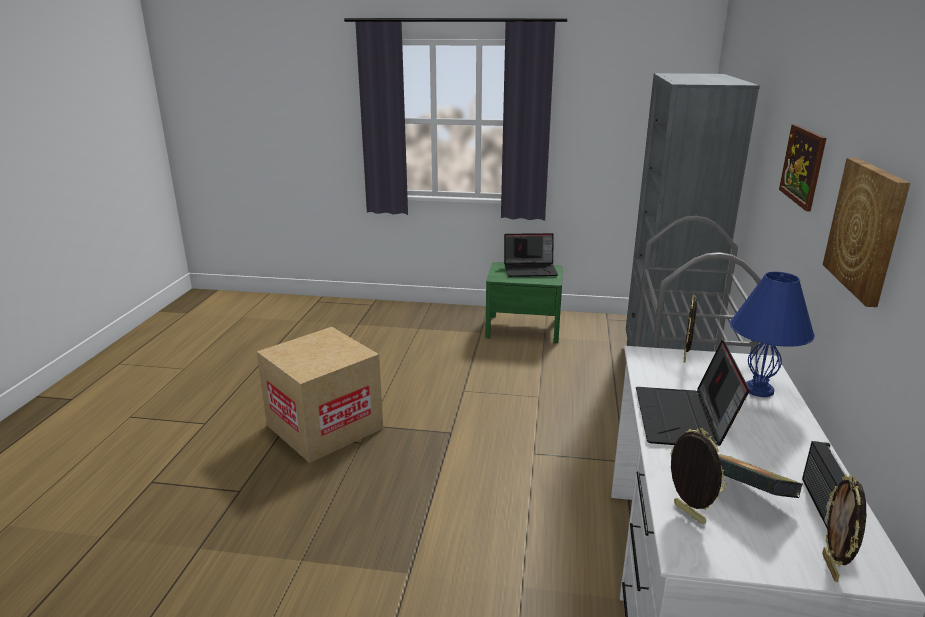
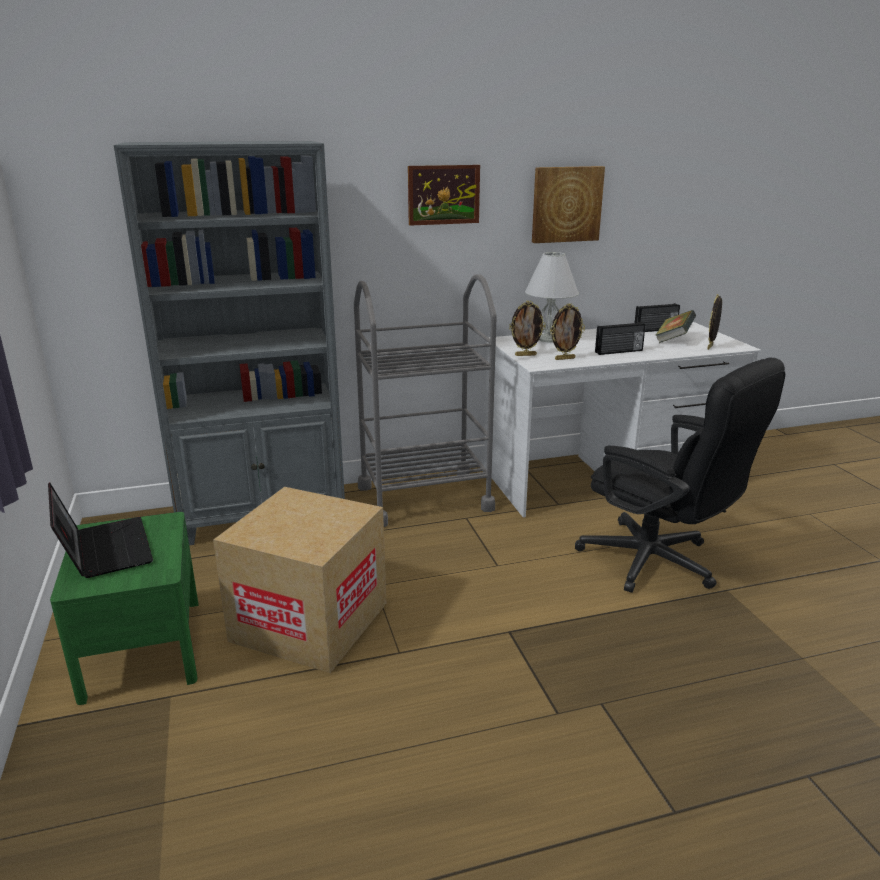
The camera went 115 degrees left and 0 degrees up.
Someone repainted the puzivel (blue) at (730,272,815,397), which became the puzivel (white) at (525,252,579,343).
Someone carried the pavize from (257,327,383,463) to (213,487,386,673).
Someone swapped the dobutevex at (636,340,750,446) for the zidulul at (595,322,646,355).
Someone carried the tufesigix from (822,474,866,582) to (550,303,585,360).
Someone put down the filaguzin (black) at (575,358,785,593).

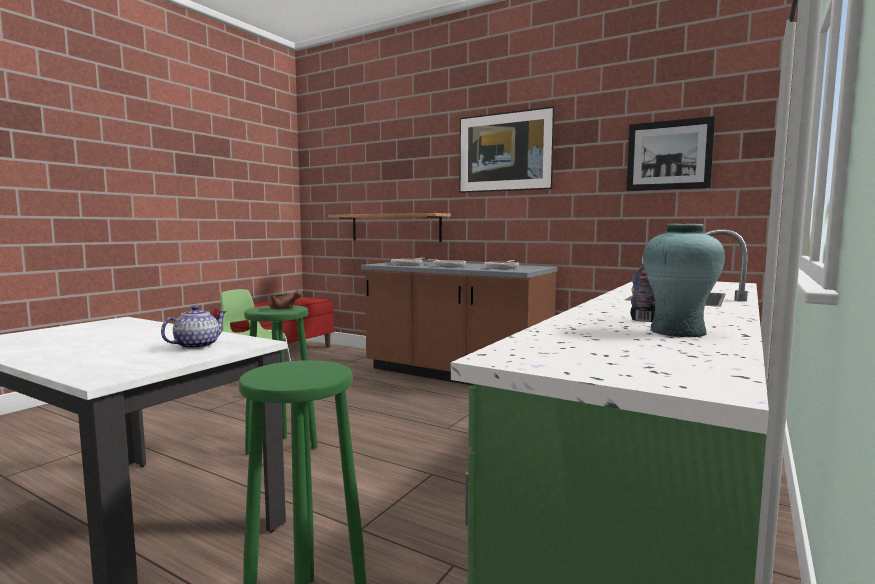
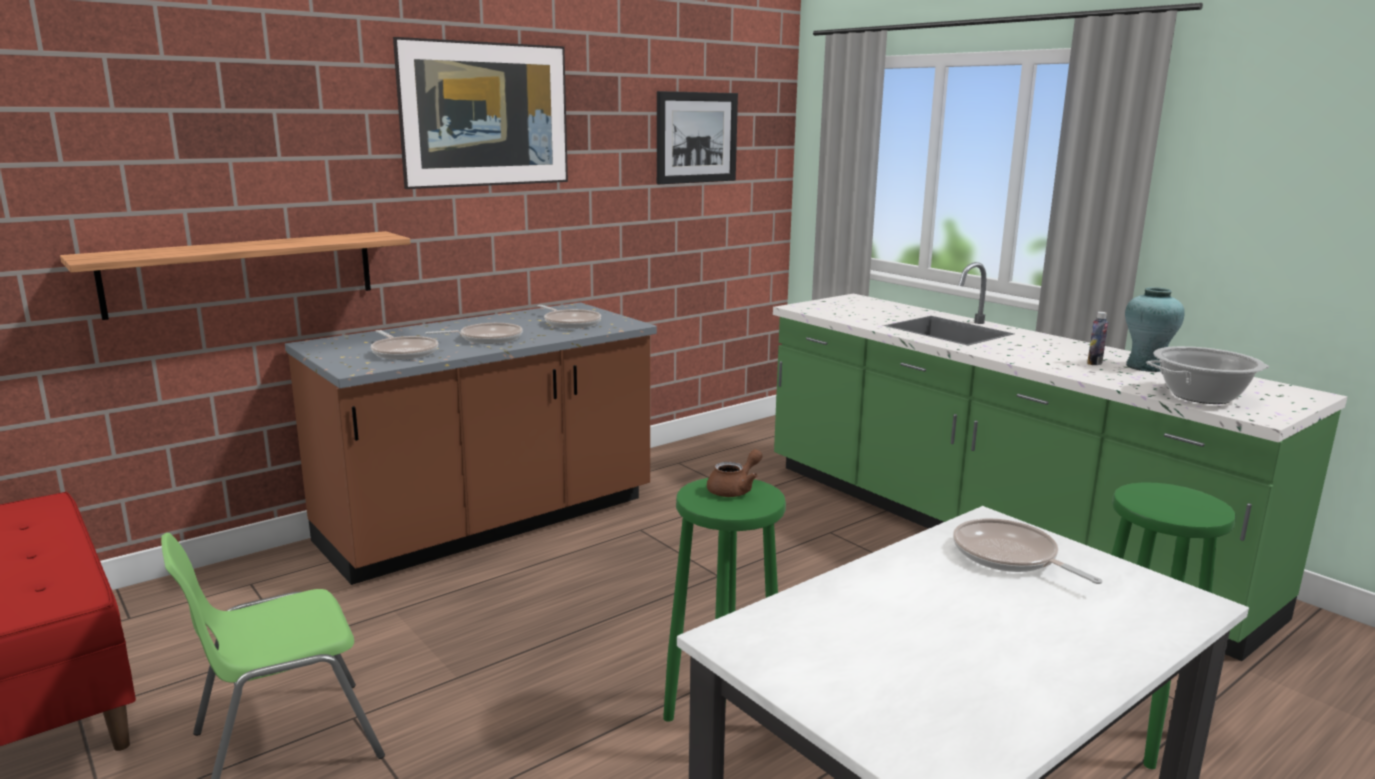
The camera went 70 degrees left and 10 degrees up.
Someone swapped the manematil at (161,305,227,349) for the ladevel at (953,518,1103,584).
Someone put down the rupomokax at (1146,346,1269,404).

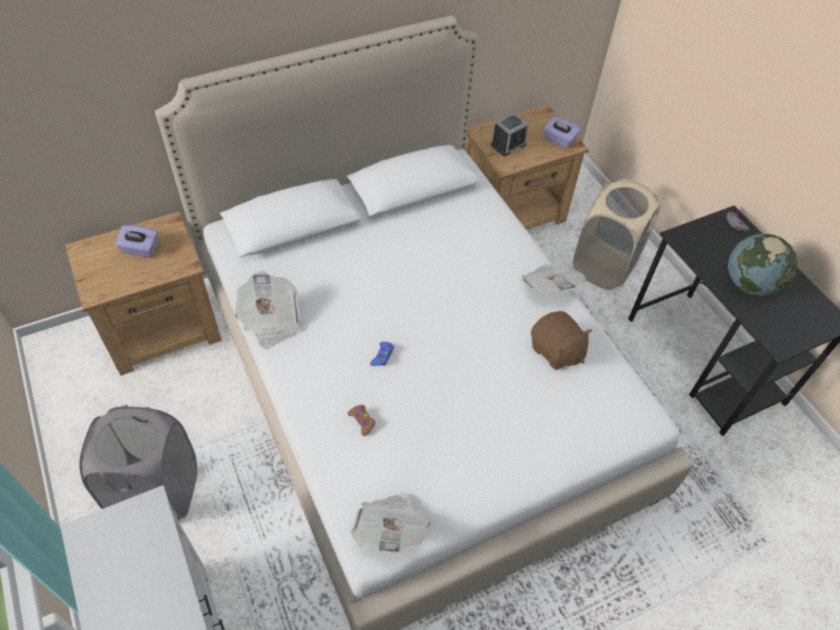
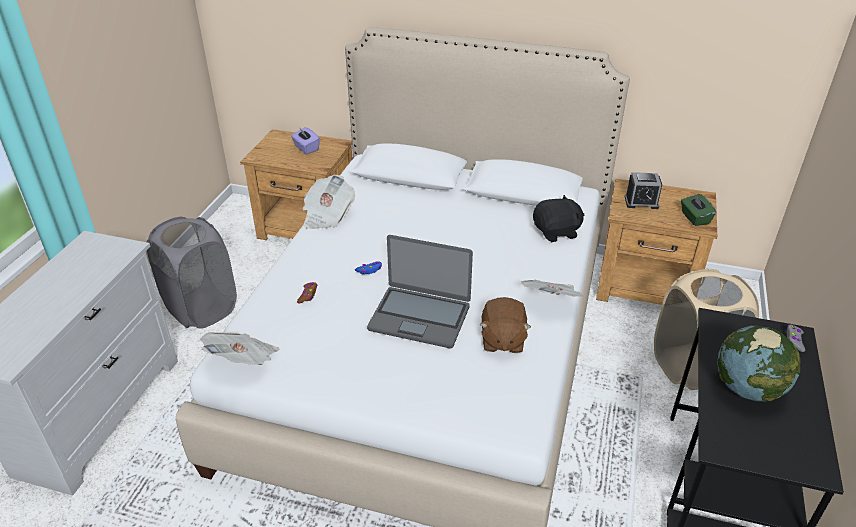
The camera went 45 degrees right and 15 degrees down.
Someone repainted the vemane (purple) at (543,116,580,148), which became the vemane (green) at (681,194,716,226).
Someone put down the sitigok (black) at (533,195,585,242).
Someone put down the dobutevex at (367,235,473,348).

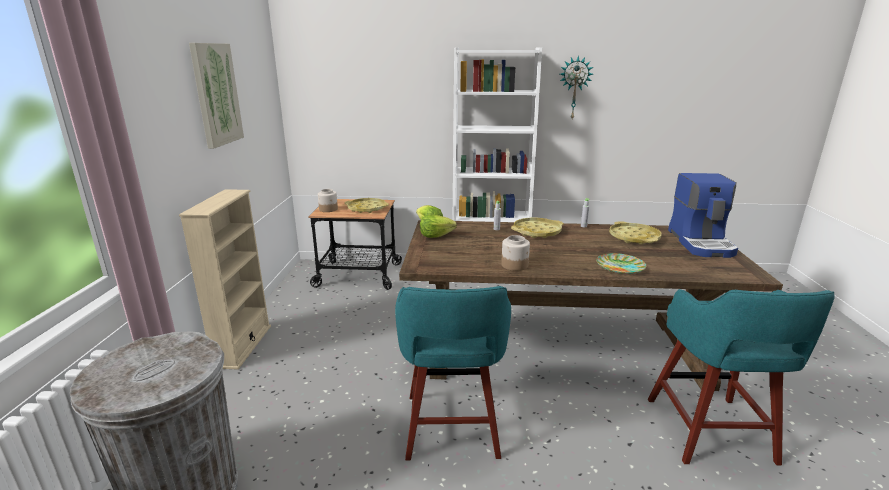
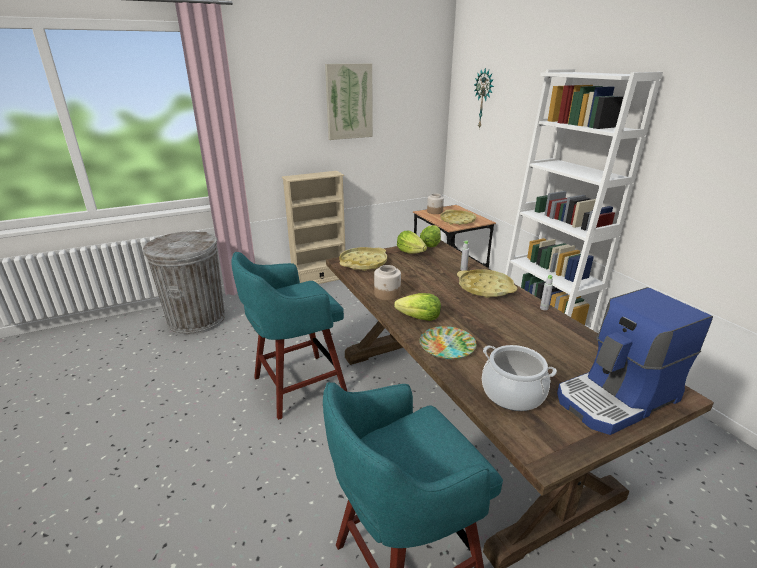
The camera went 60 degrees right and 5 degrees up.
Someone carried the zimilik from (560,55,593,119) to (474,68,494,129).
Someone carried the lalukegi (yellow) from (609,221,662,245) to (339,247,387,271).
Someone put down the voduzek at (394,293,441,321).
Someone put down the rupomokax at (482,345,557,411).

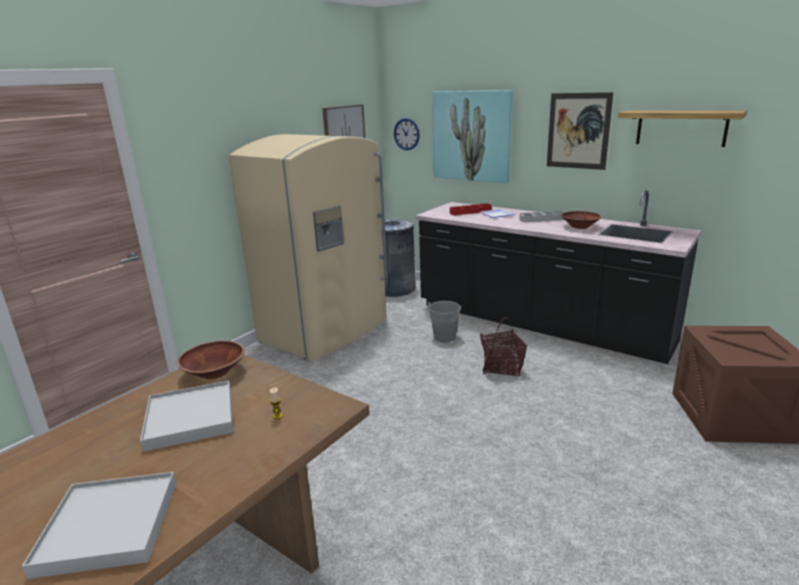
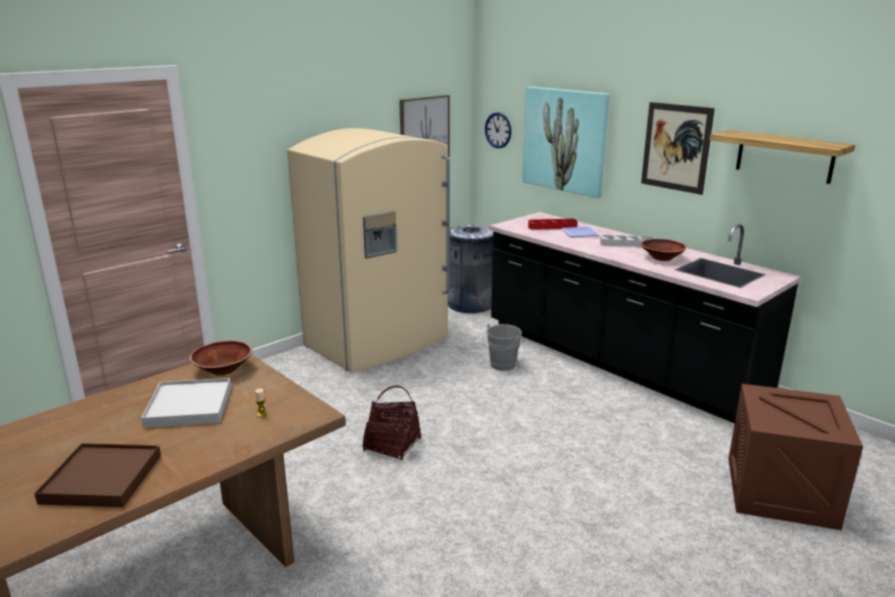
The camera went 10 degrees right and 0 degrees up.
Someone carried the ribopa from (480,317,527,377) to (363,385,421,460).
Someone repainted the lalukegi (white) at (22,472,176,579), which became the lalukegi (brown) at (34,443,161,507).

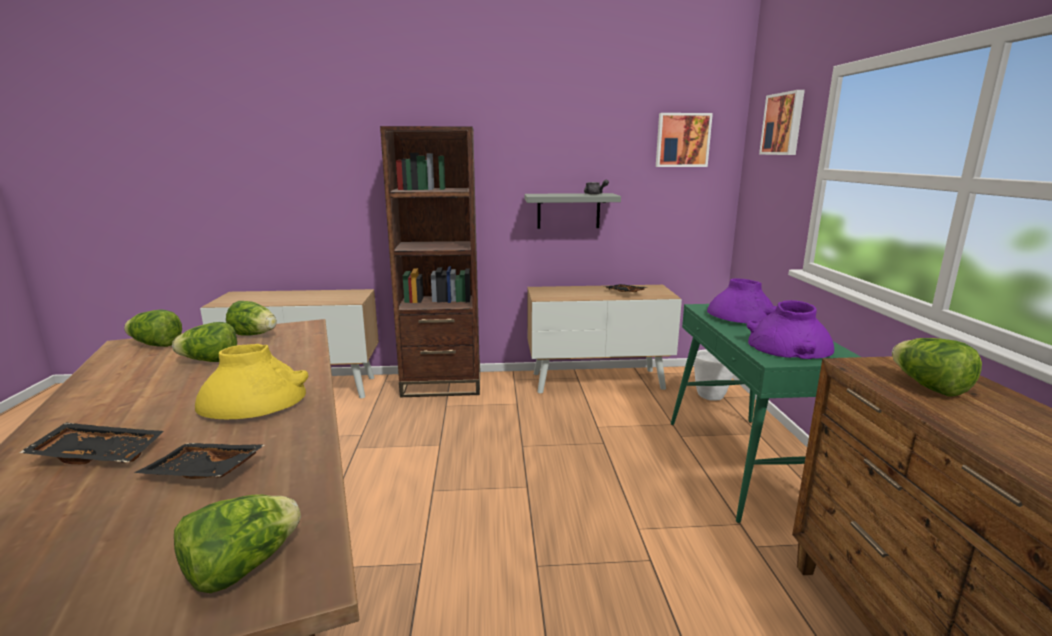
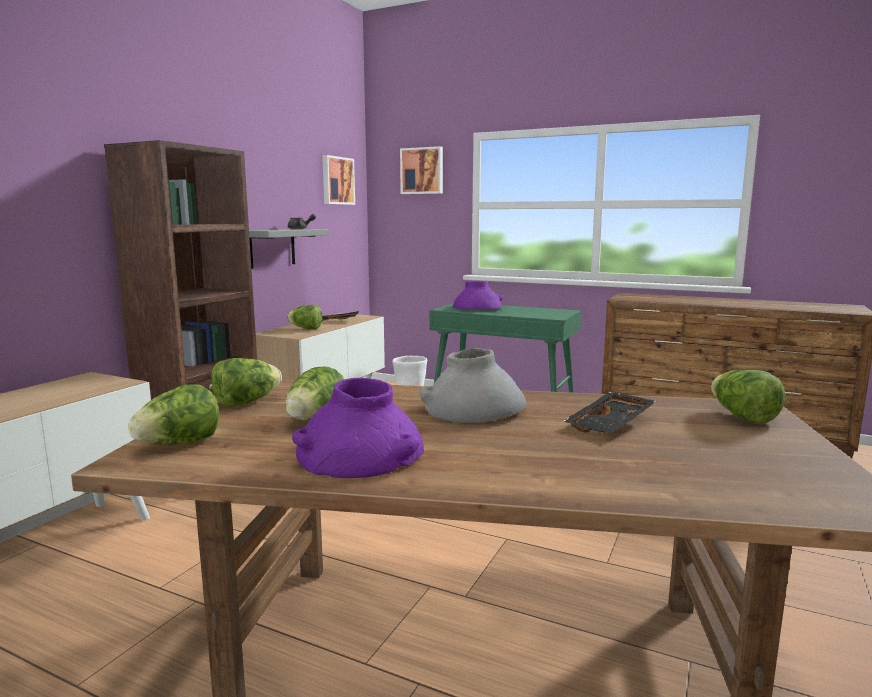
The camera went 60 degrees left and 5 degrees down.
Someone carried the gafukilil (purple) from (746,300,834,359) to (292,378,424,478).
Someone carried the voduzek from (892,338,982,397) to (287,305,322,329).
Someone repainted the gafukilil (yellow) at (195,344,308,419), which became the gafukilil (grey) at (419,348,527,423).
Someone took away the lalukegi (black) at (19,423,163,464).

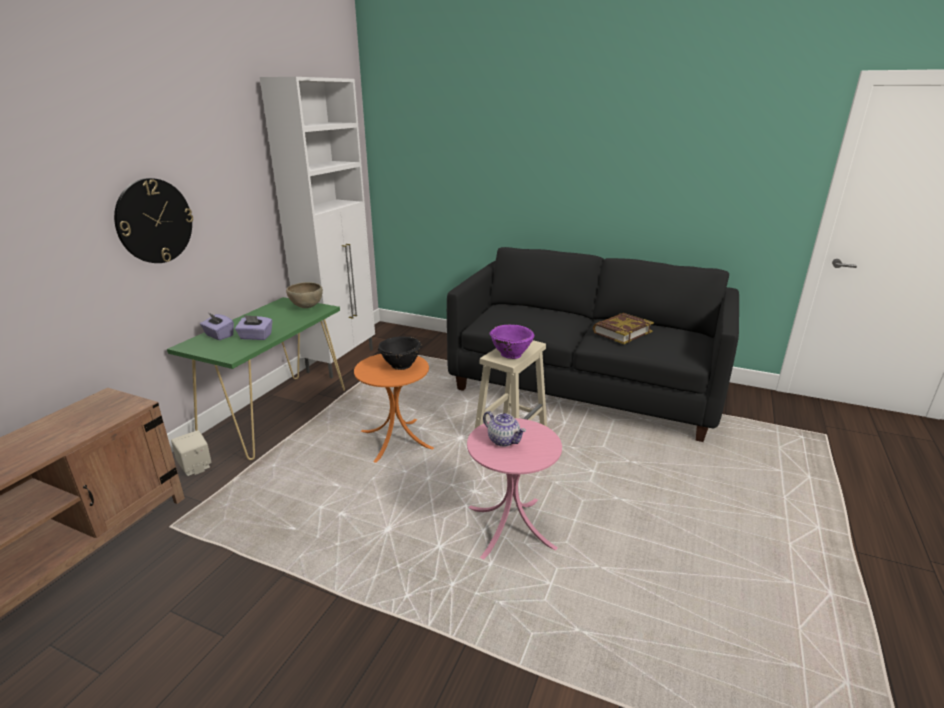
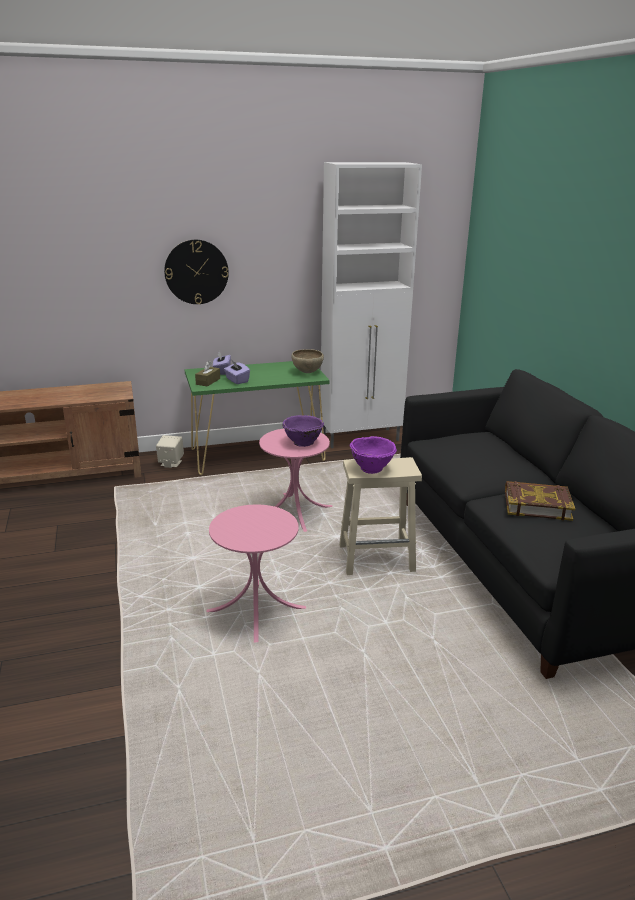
The camera went 50 degrees right and 0 degrees up.
Someone repainted the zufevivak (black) at (377,337,422,370), which became the zufevivak (purple) at (282,415,324,447).
Someone repainted the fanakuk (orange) at (354,354,434,463), which became the fanakuk (pink) at (259,428,333,532).
Someone took away the manematil at (483,411,526,447).
Someone put down the vemane (brown) at (195,361,220,387).

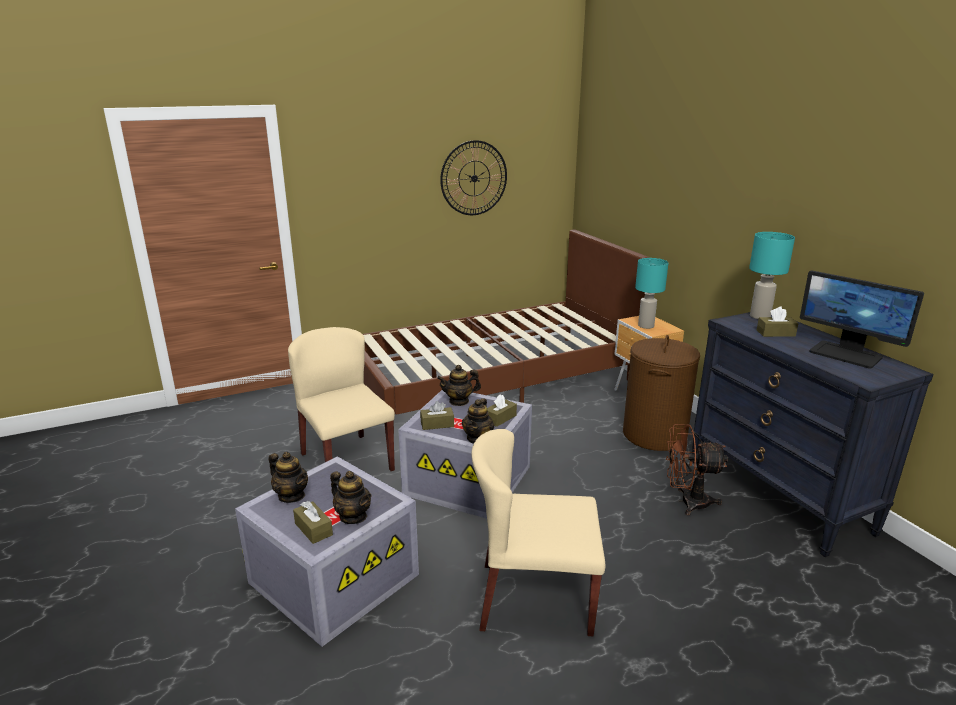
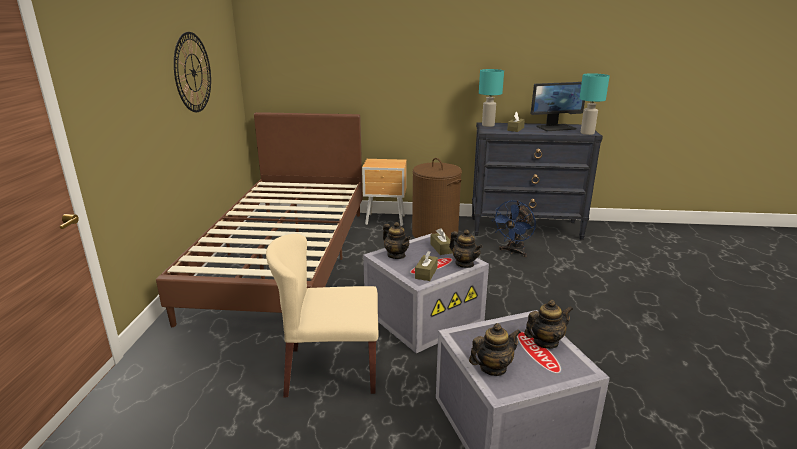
The camera went 60 degrees left and 0 degrees up.
Someone carried the puzivel (turquoise) from (635,258,668,329) to (579,73,610,135).
Someone rotated the manematil at (437,365,481,406) by 60 degrees counterclockwise.
Someone repainted the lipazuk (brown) at (666,424,728,515), which became the lipazuk (blue) at (494,200,536,257).
Someone took away the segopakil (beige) at (471,429,605,636).
Someone took away the vemane (brown) at (293,501,333,544).

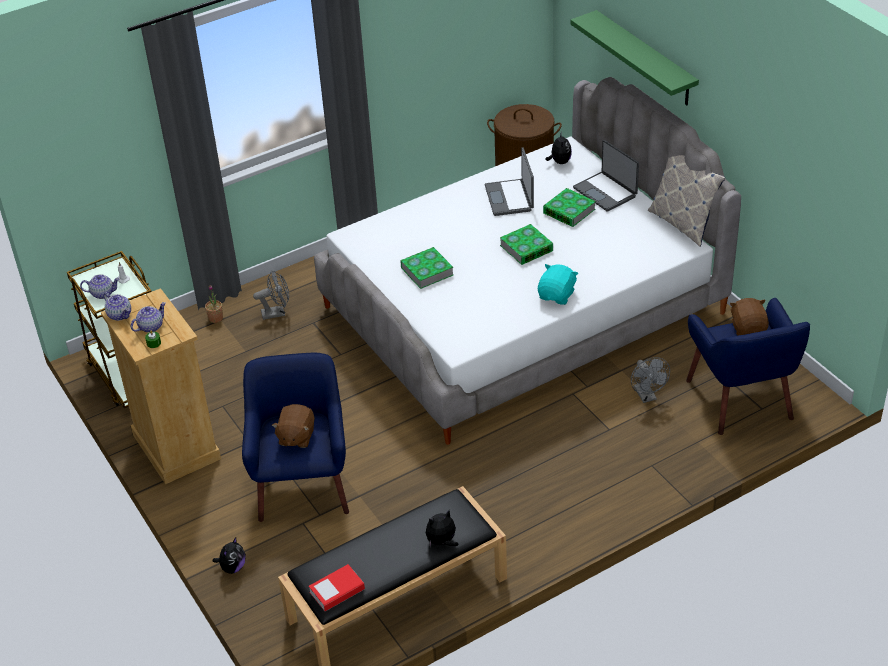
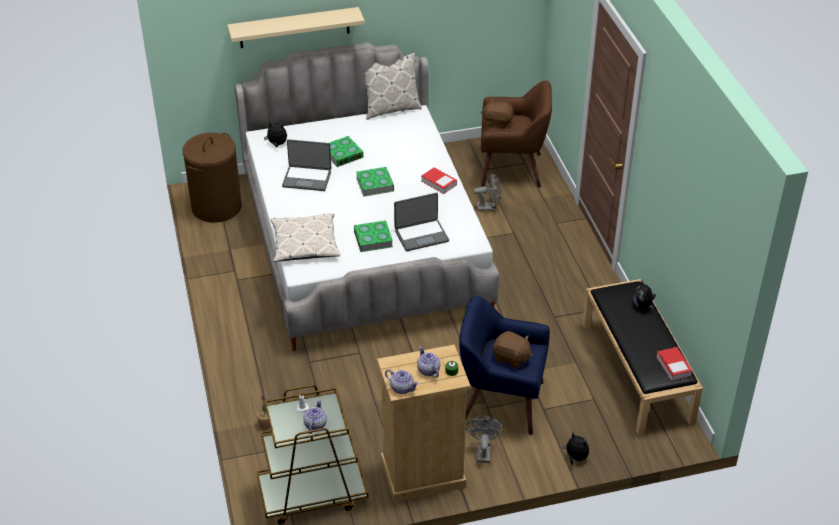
The camera went 75 degrees left and 0 degrees up.
Someone repainted the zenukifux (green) at (570,10,699,105), which became the zenukifux (beige) at (227,7,365,48).
Someone carried the dobutevex from (573,140,639,212) to (394,193,449,252).
Someone swapped the sitigok (turquoise) at (538,264,579,305) for the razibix at (421,167,457,194).
Someone carried the lipazuk (grey) from (253,270,289,320) to (466,416,504,463).
Someone rotated the manematil at (104,292,131,321) by 60 degrees clockwise.
Someone repainted the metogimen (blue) at (686,298,810,435), which became the metogimen (brown) at (481,81,552,187).
Someone put down the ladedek at (270,213,340,262).

